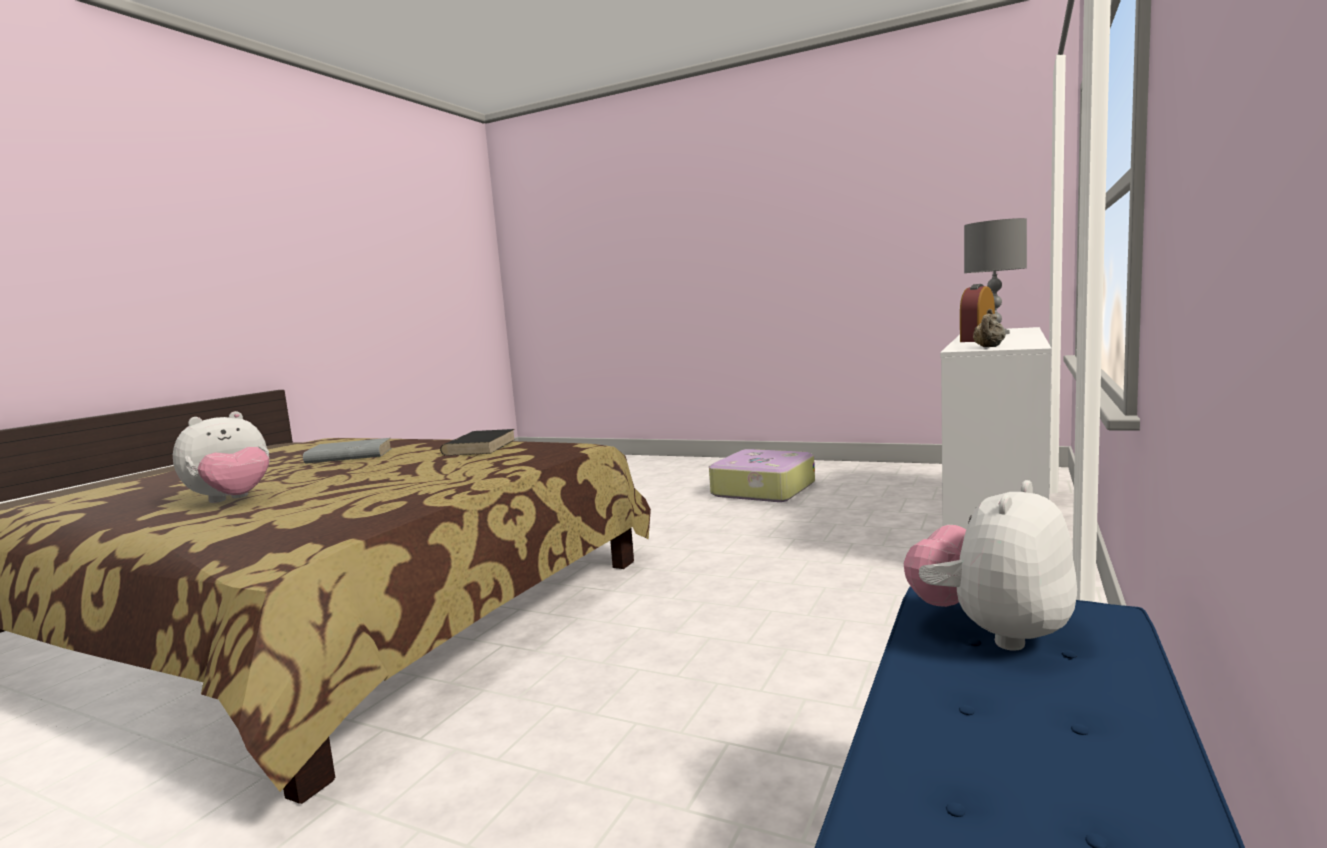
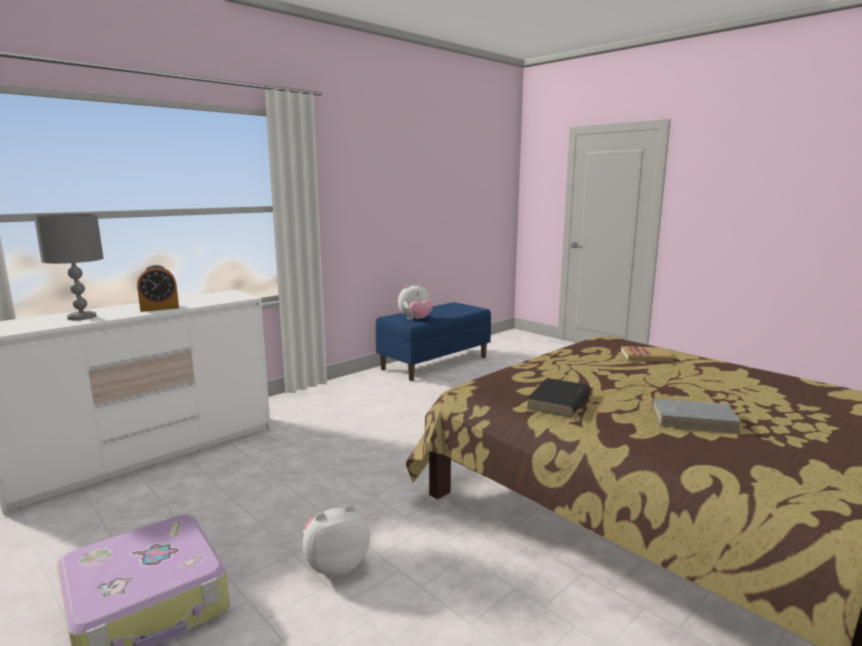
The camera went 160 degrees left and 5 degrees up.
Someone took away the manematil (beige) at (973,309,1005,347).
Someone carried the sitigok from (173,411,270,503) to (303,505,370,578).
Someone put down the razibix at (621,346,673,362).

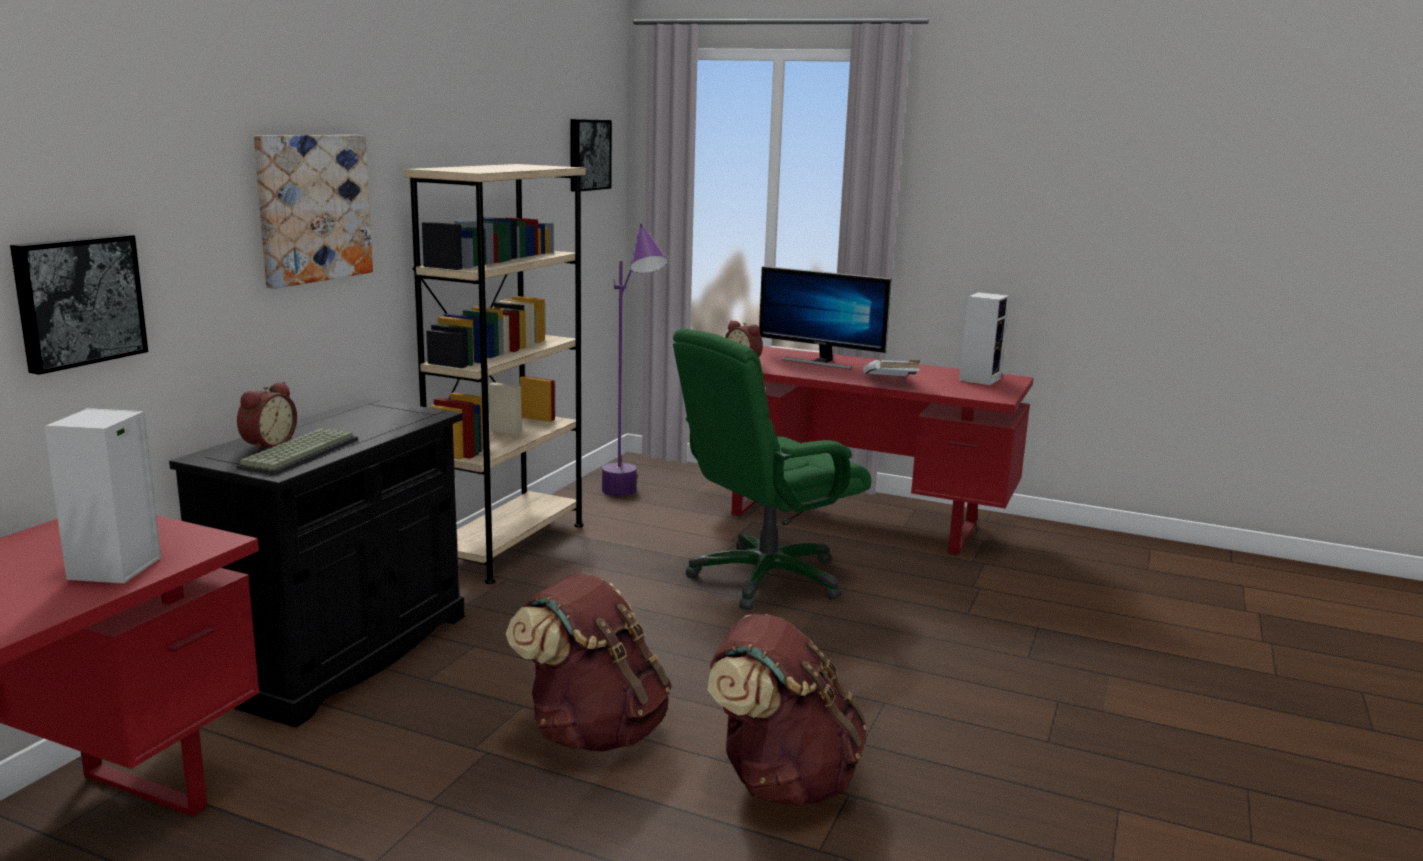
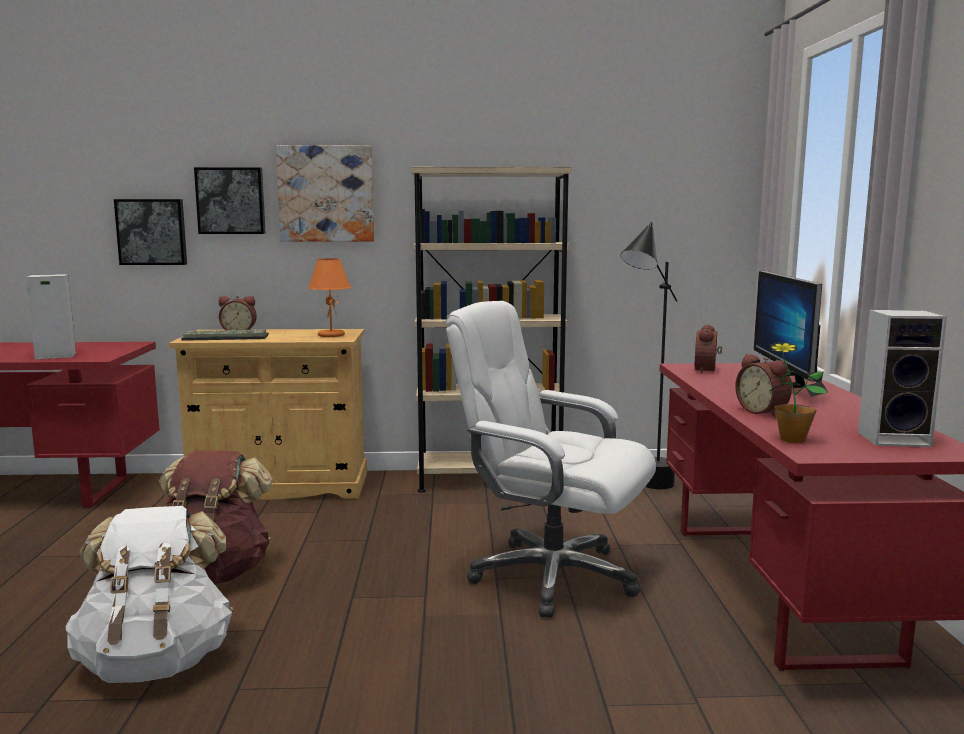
The camera went 65 degrees right and 5 degrees down.
Someone carried the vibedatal from (570,119,612,192) to (194,167,266,234).
Someone repainted the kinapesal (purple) at (602,224,668,496), which became the kinapesal (black) at (621,222,677,489).
Someone repainted the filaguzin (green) at (673,328,872,610), which became the filaguzin (white) at (446,301,656,618).
Someone swapped the razibix (white) at (863,360,920,376) for the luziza at (735,354,792,417).
Someone repainted the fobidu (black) at (169,398,465,728), which became the fobidu (beige) at (169,329,367,500).
Someone repainted the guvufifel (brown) at (708,614,867,805), which became the guvufifel (white) at (66,506,233,683).
Someone put down the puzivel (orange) at (308,258,351,337).
Someone put down the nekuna at (769,342,828,443).

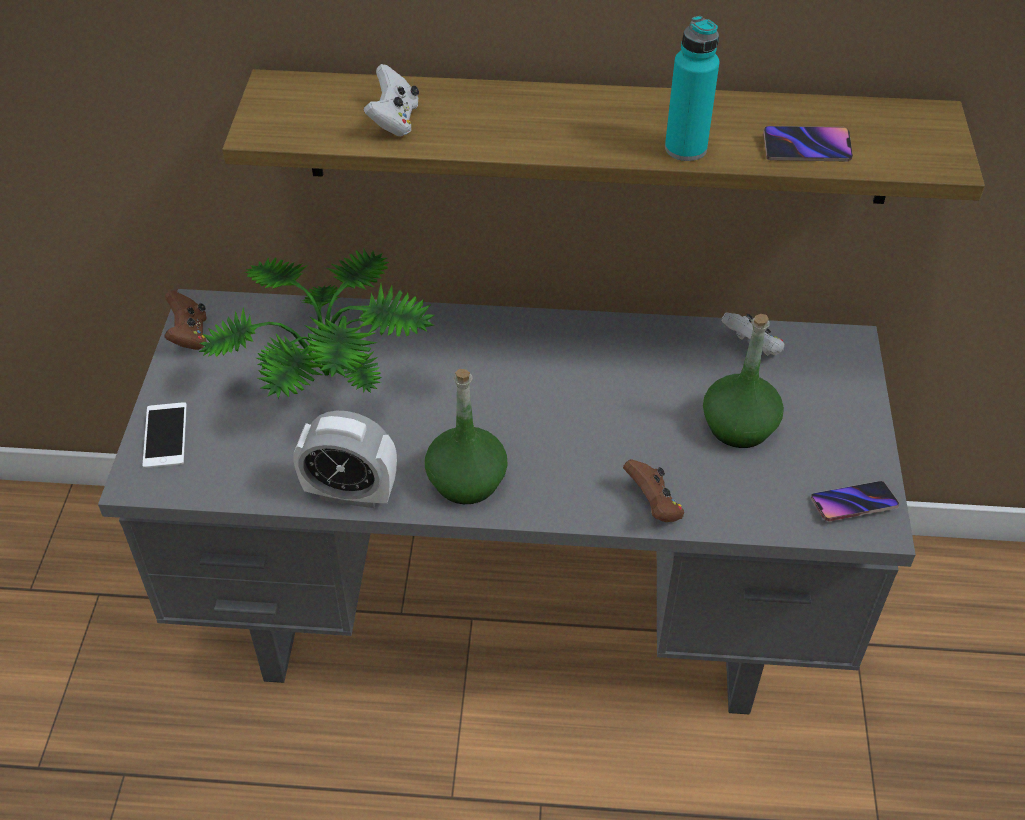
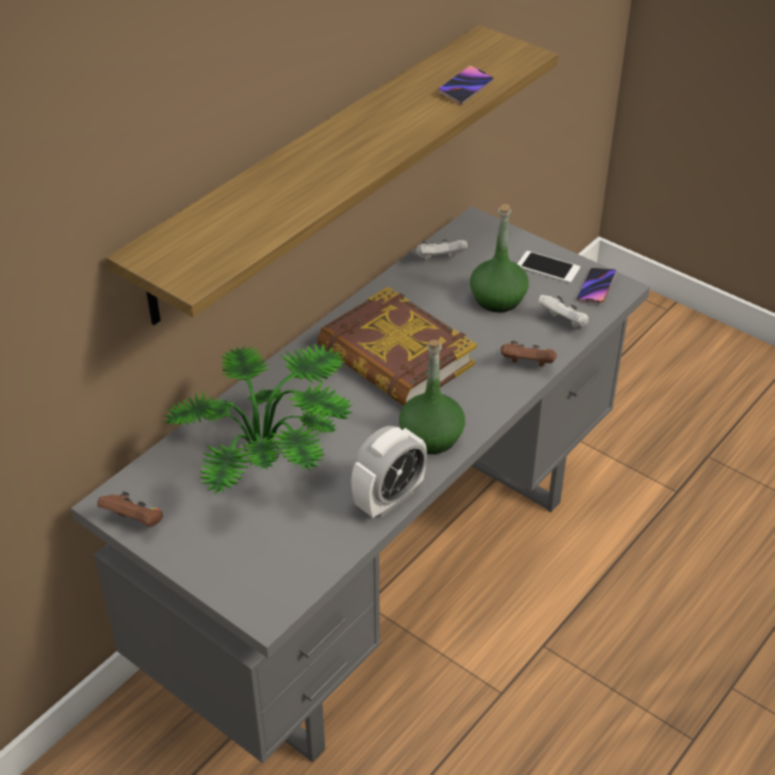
The camera went 55 degrees left and 5 degrees down.
Someone took away the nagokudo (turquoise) at (665,16,720,161).
Someone carried the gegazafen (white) from (364,64,419,136) to (537,295,589,328).
Someone carried the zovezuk from (142,402,187,468) to (517,251,580,283).
Someone put down the razibix at (317,287,477,405).

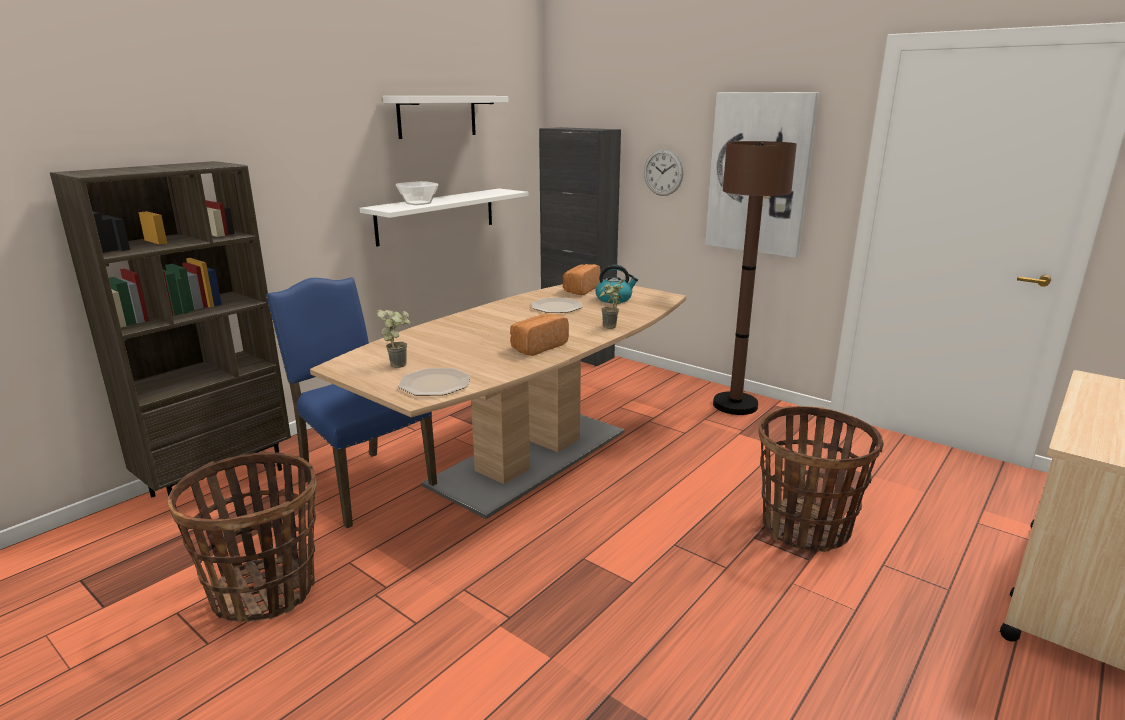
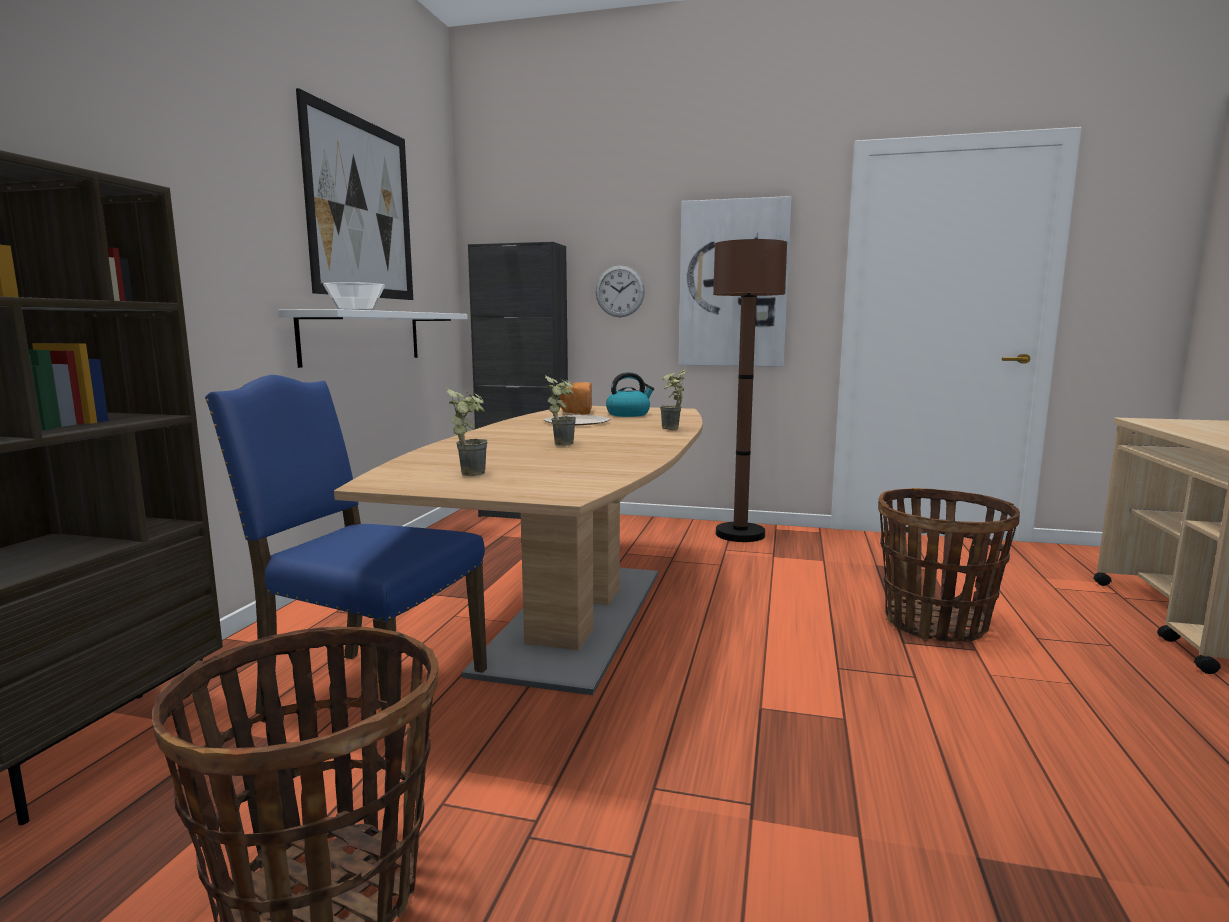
The camera went 25 degrees left and 10 degrees down.
Someone swapped the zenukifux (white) at (383,96,508,139) for the vibedatal at (296,88,413,300).
Someone took away the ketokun at (510,314,569,356).
Someone took away the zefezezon at (398,368,471,396).
Someone put down the nekuna at (545,375,576,446).

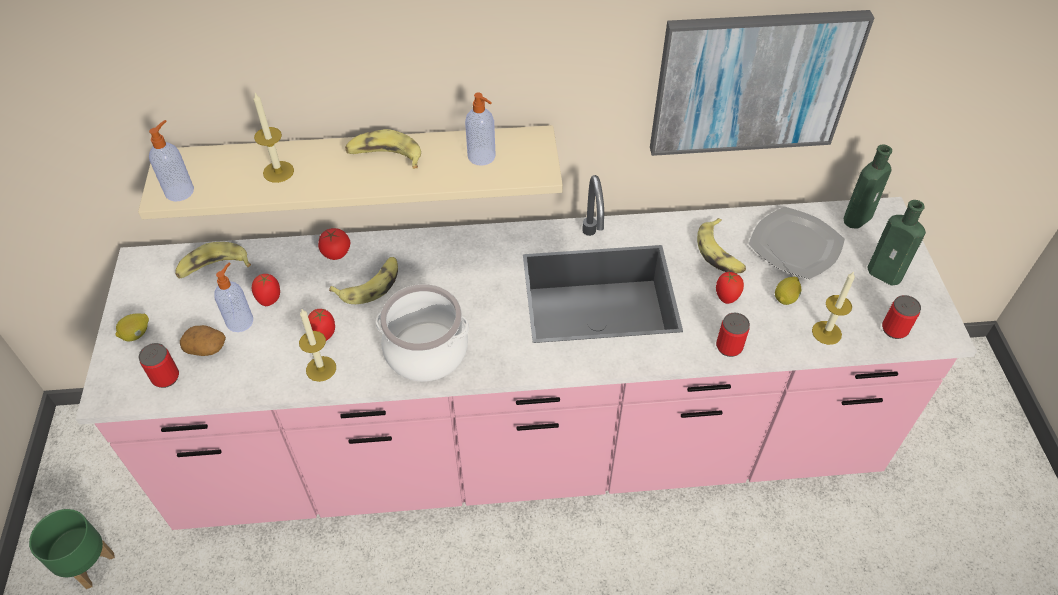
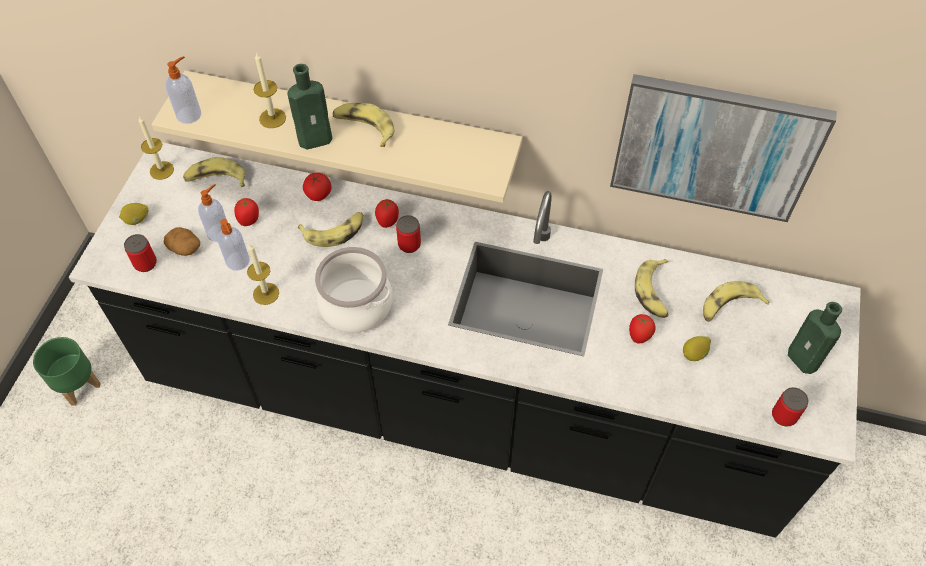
The camera went 20 degrees right and 5 degrees up.
Someone carried the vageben from (465,92,496,166) to (218,219,250,271).
Someone carried the nagokudo (green) from (844,144,892,229) to (287,64,332,149).
Someone repainted the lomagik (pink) at (76,175,977,530), which became the lomagik (black) at (69,142,861,538).
Someone swapped the zefezezon at (749,207,845,279) for the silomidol at (703,281,769,322).
Someone carried the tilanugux from (812,271,855,345) to (138,116,174,180).
Someone carried the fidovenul from (308,309,335,341) to (375,199,399,228).
Someone carried the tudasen from (716,313,750,357) to (396,215,421,253).

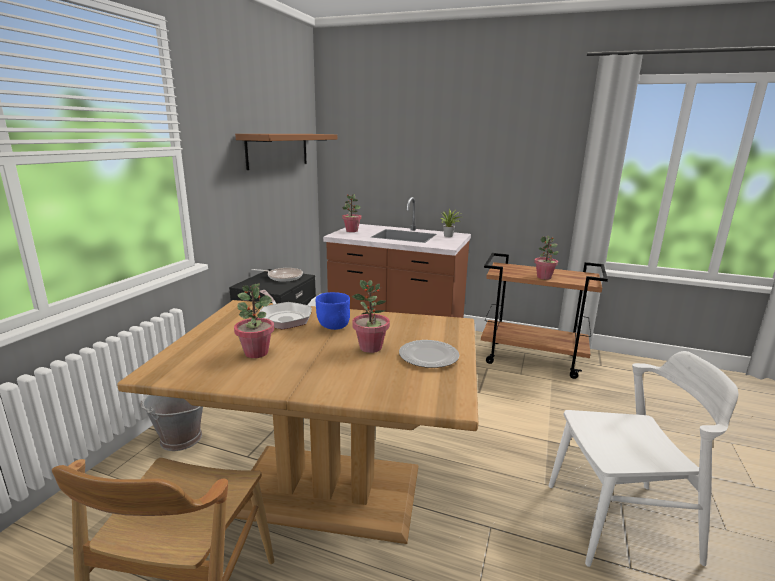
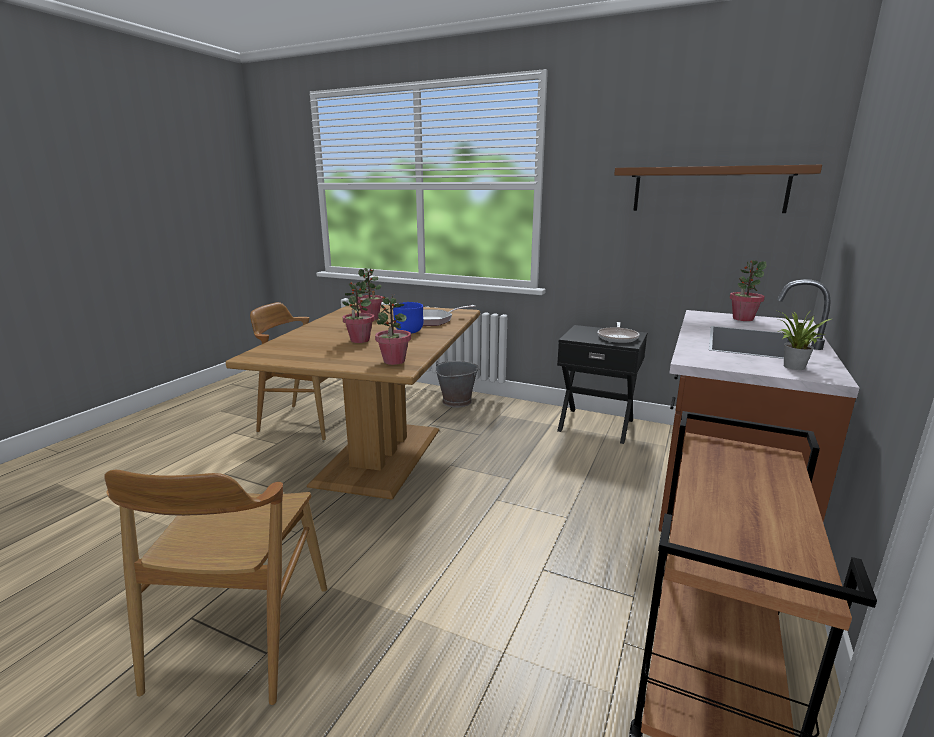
The camera went 95 degrees right and 0 degrees up.
Someone carried the nekuna from (534,236,558,280) to (375,295,411,365).
Someone took away the zefezezon at (399,340,459,368).
Someone repainted the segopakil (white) at (549,351,738,567), which became the segopakil (brown) at (104,470,327,705).

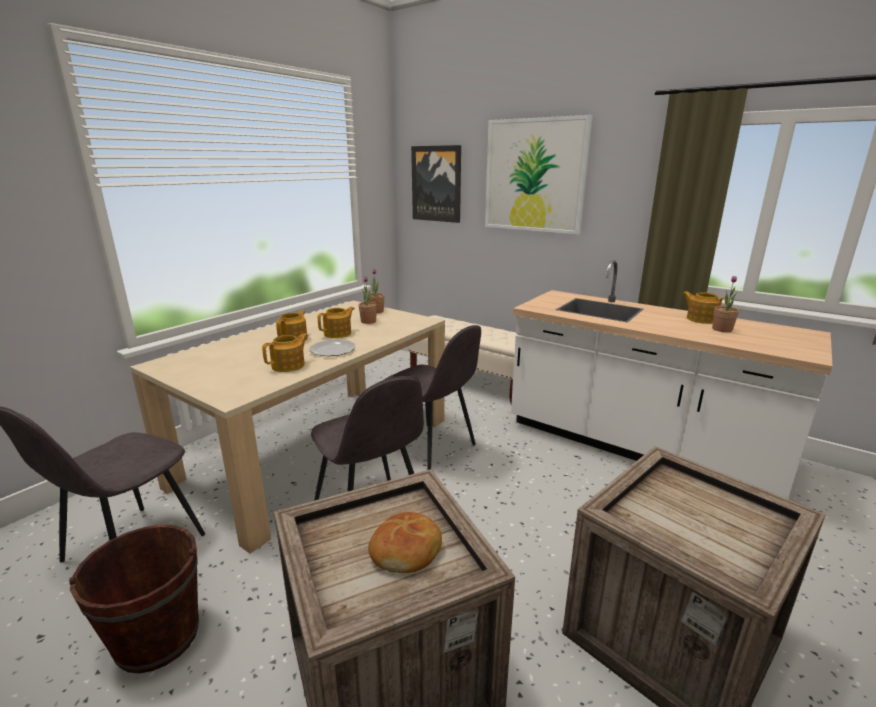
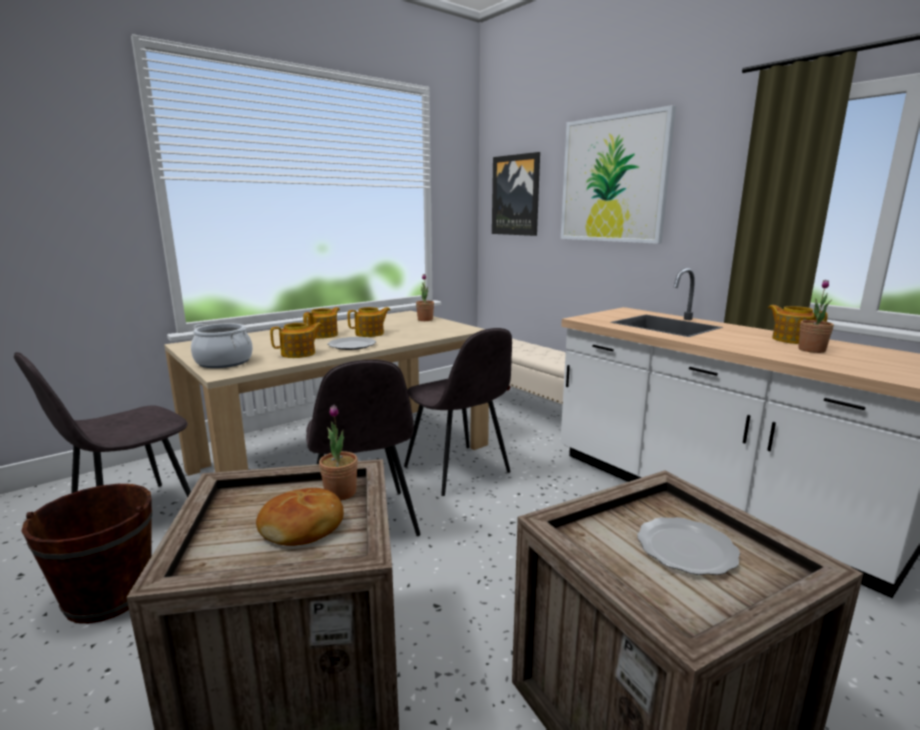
The camera went 15 degrees right and 5 degrees down.
Someone carried the nekuna from (358,276,377,324) to (319,405,358,501).
Someone put down the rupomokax at (191,323,253,368).
Someone put down the zefezezon at (637,517,740,575).

